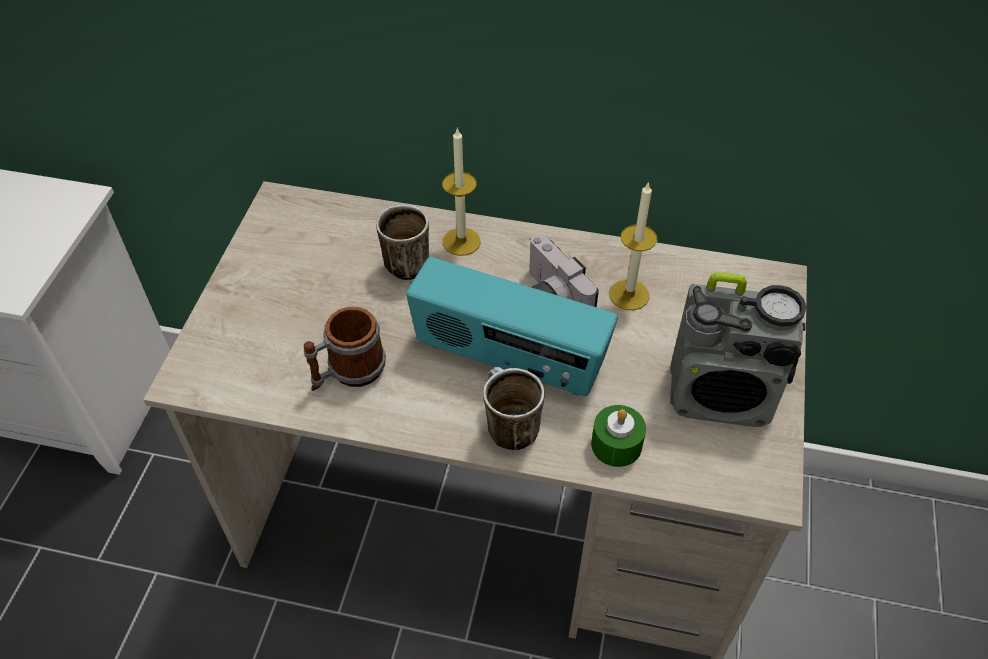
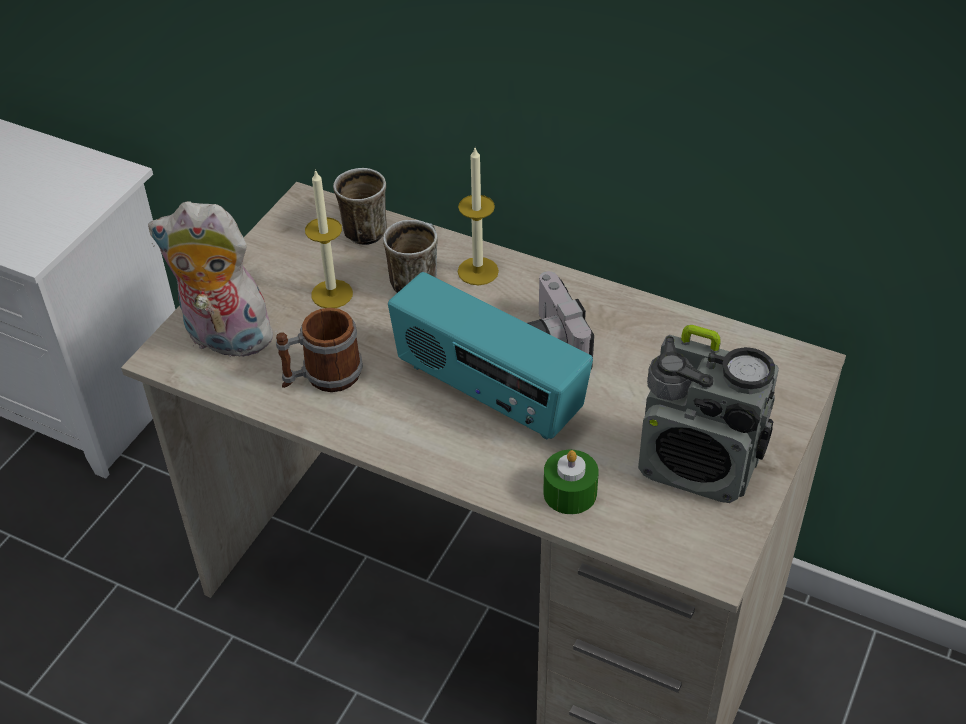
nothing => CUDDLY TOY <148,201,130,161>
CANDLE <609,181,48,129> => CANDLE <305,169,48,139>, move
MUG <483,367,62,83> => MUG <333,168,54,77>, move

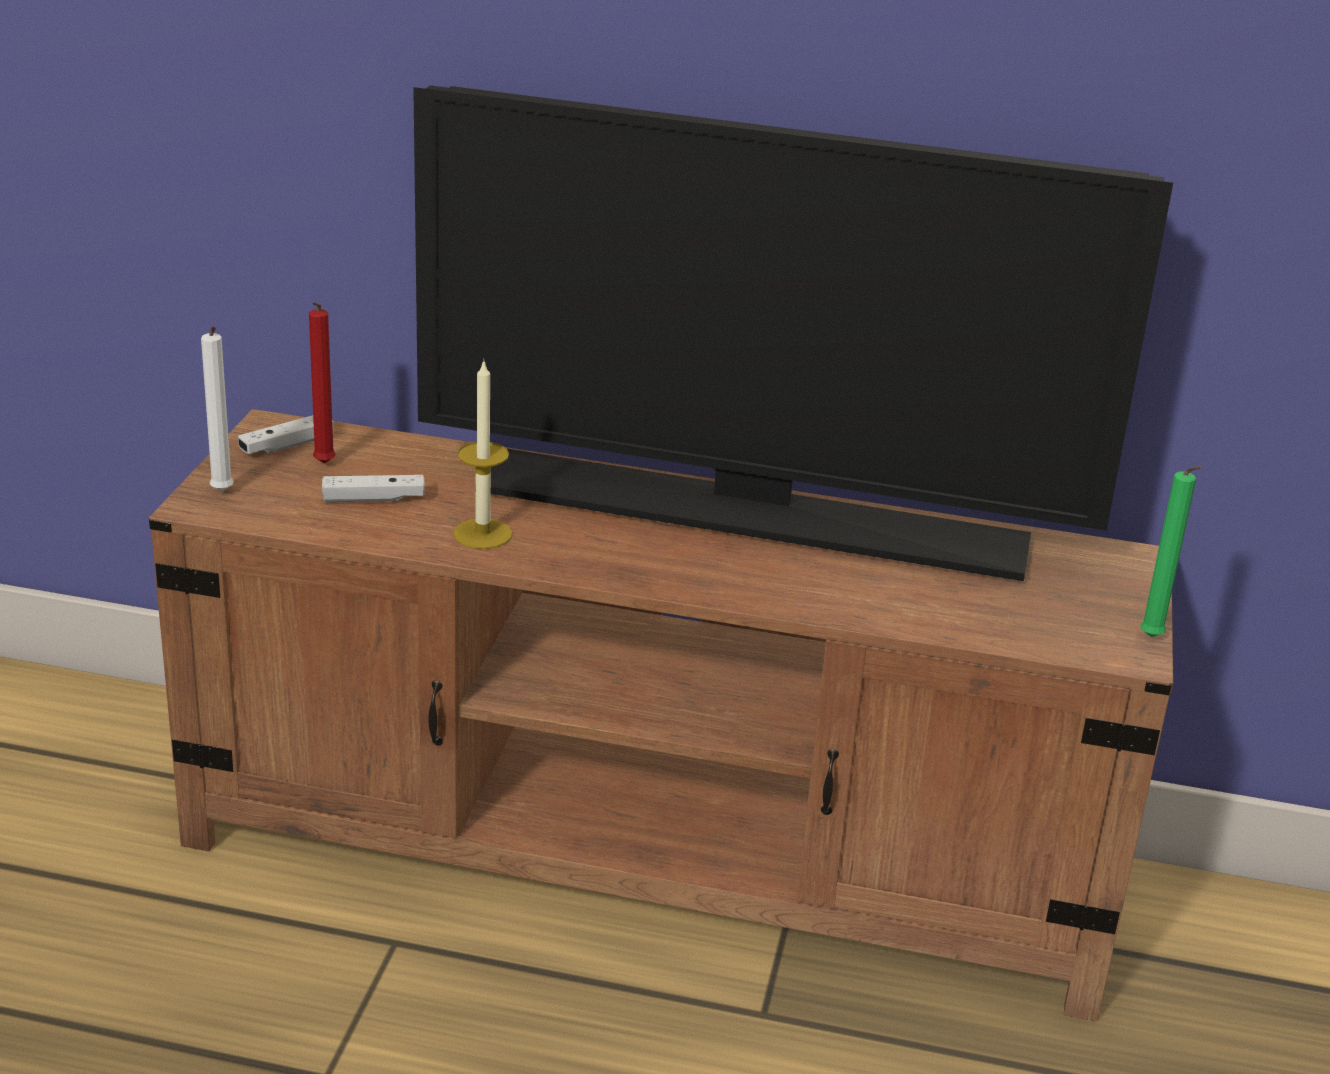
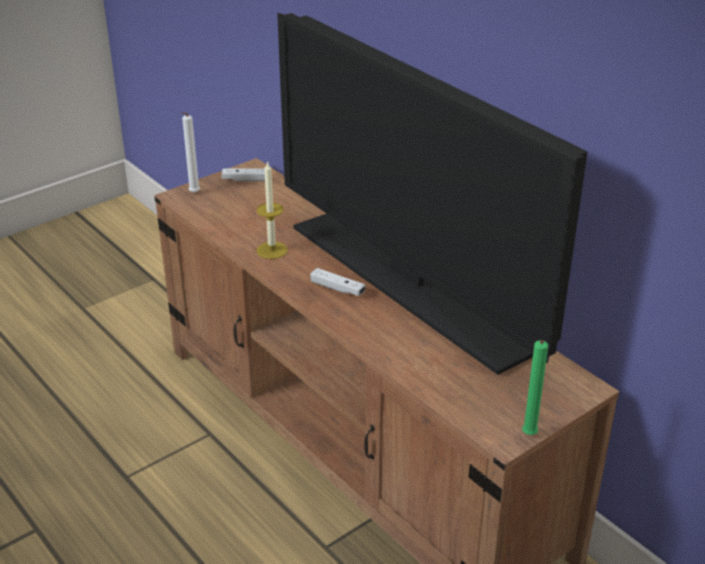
WHITE-COLOURED JOYPAD <322,475,103,27> => WHITE-COLOURED JOYPAD <310,268,55,28>, move
RED-COLOURED CANDLE <309,302,27,162> => nothing

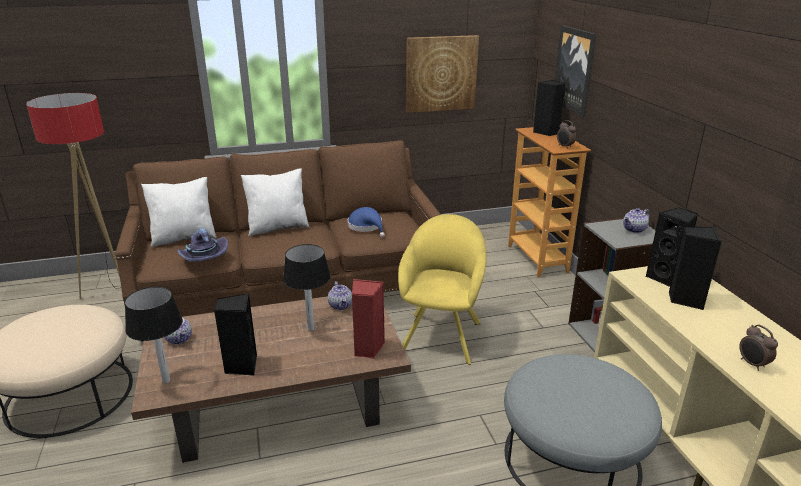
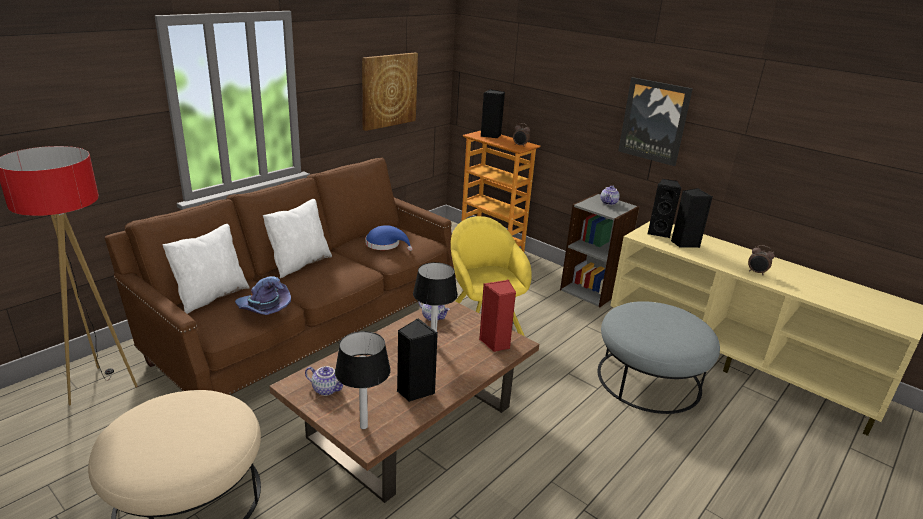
WALL PICTURE <555,25,42,92> => WALL PICTURE <618,77,75,89>, move

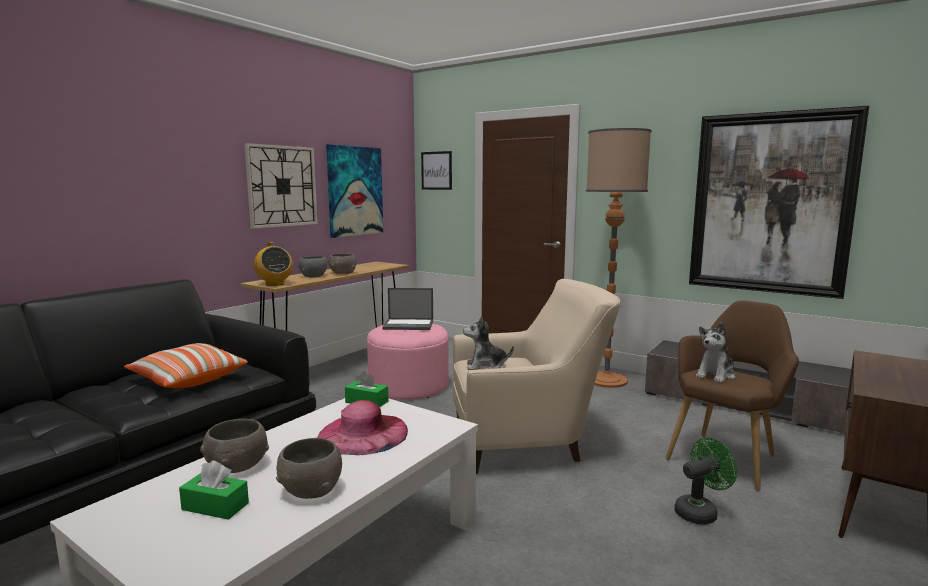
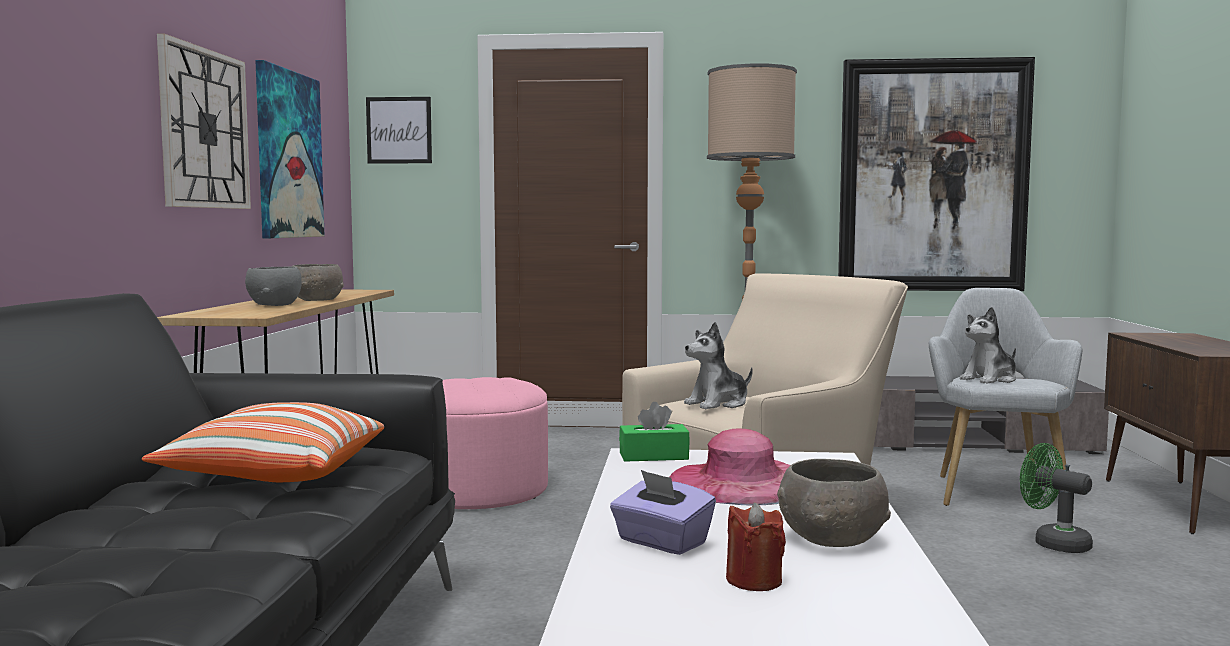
GREYISH BOWL <200,419,69,54> => PURPLISH TISSUE HOLDER <610,470,106,85>
GREEN-COLOURED TISSUE HOLDER <179,461,70,59> => RED-COLOURED CANDLE <726,502,60,89>
BROWN-COLOURED EASY CHAIR <666,300,133,191> => GREYISH EASY CHAIR <929,288,153,224>
CUDDLY TOY <696,323,39,60> => CUDDLY TOY <960,307,56,77>, 45 degrees clockwise
GREEN-COLOURED FAN <674,438,63,87> => GREEN-COLOURED FAN <1020,443,73,110>, 75 degrees counterclockwise
RADIO SET <254,242,39,44> => nothing
PORTABLE COMPUTER <383,288,50,42> => nothing

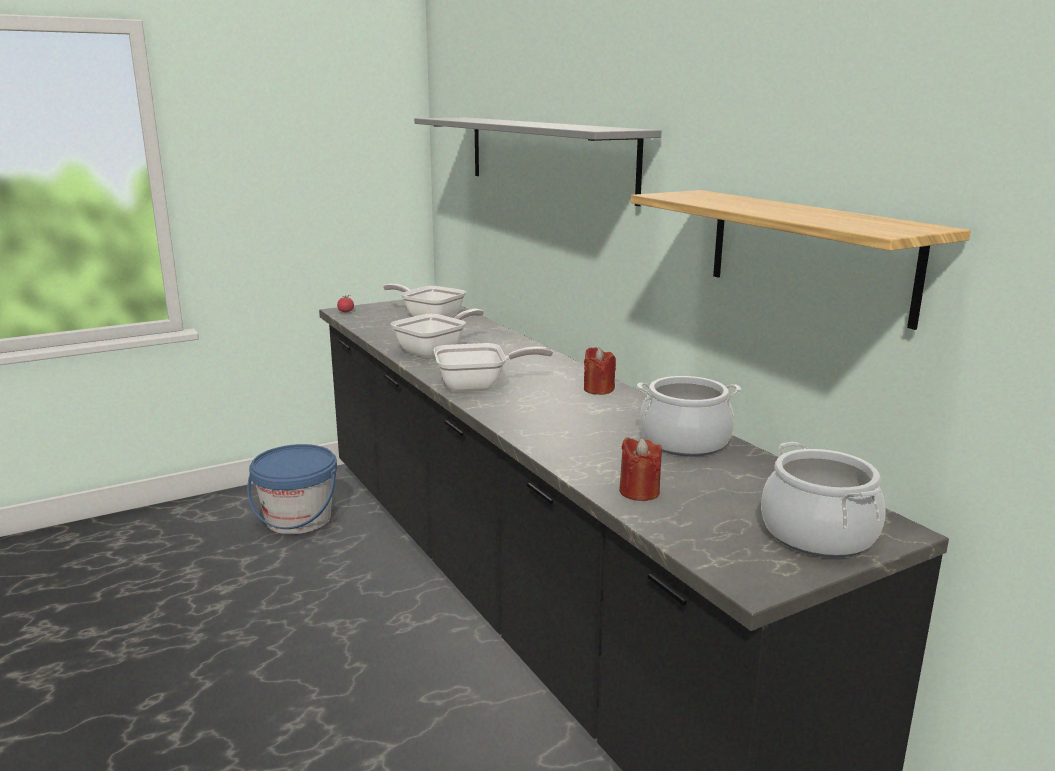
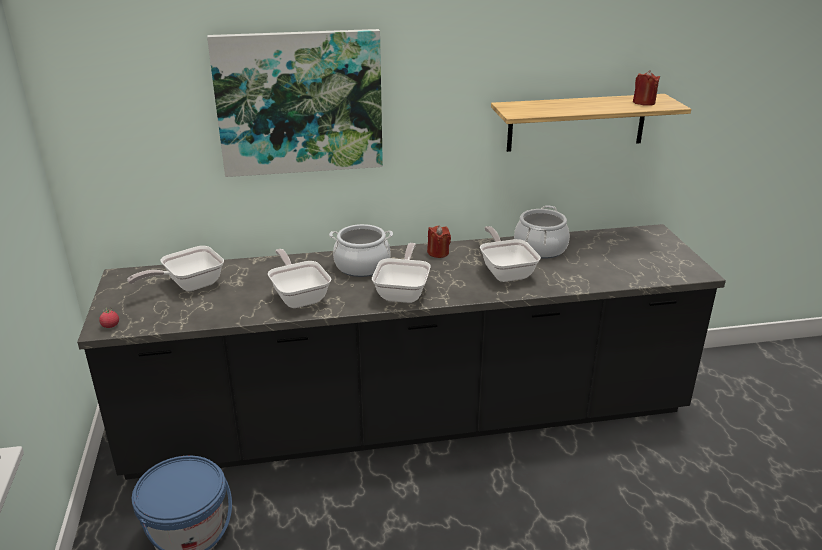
GREYISH SHELF <414,118,248,88> => WALL PICTURE <207,29,176,148>
COOKING POT <761,442,125,115> => COOKING POT <329,224,64,53>, move
nothing => SKILLET <480,226,61,56>
RED-COLOURED CANDLE <619,437,43,64> => RED-COLOURED CANDLE <633,70,27,36>, move

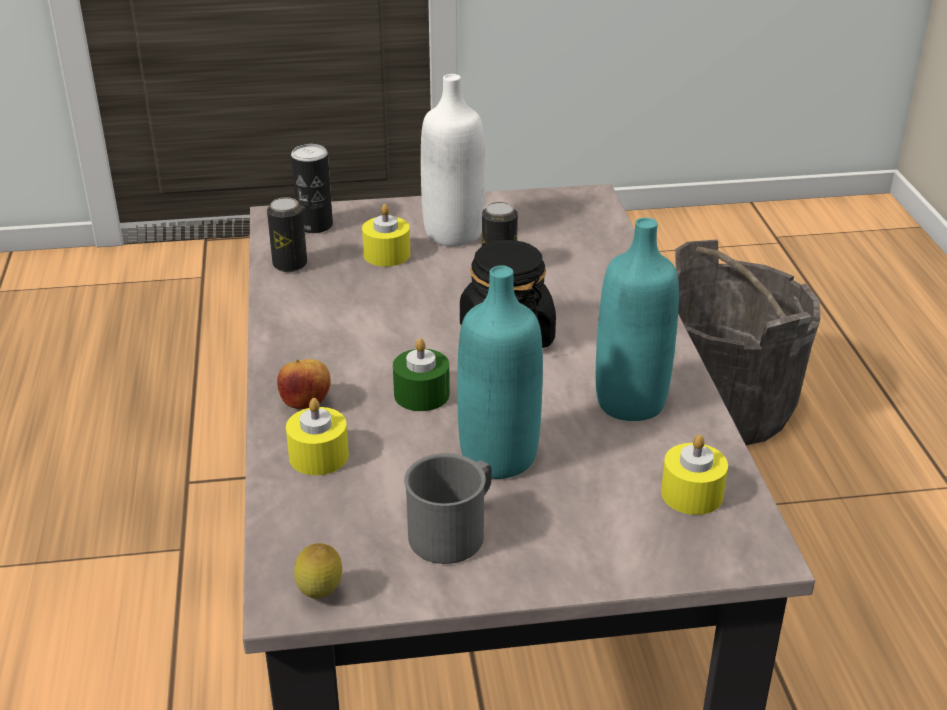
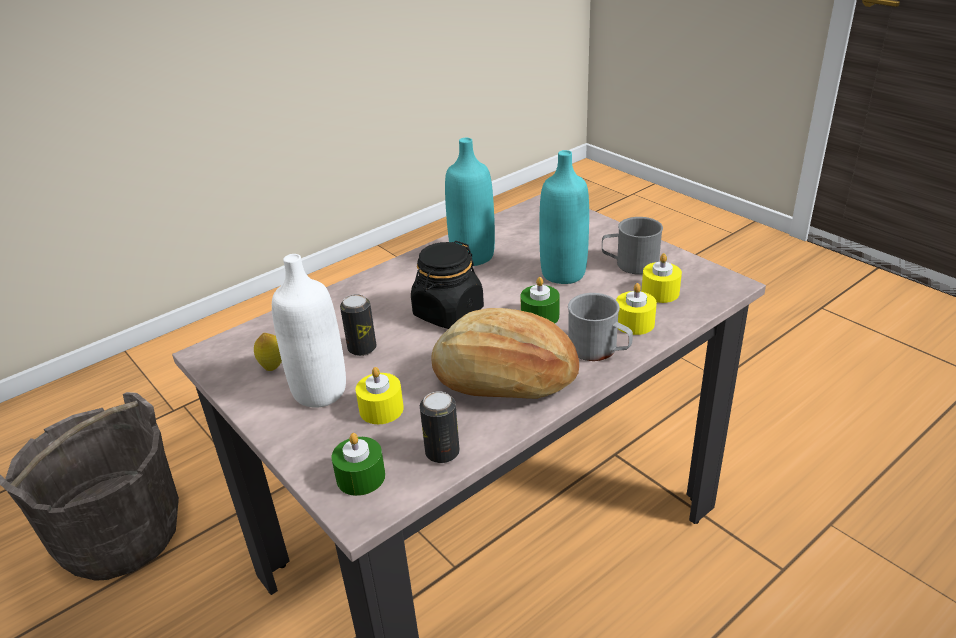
WHOLE LEMON <294,543,48,56> => WHOLE LEMON <254,333,28,38>, move
CAN <291,144,42,89> => GREEN-COLOURED CANDLE <332,433,53,63>
nothing => BREAD <431,308,148,91>
WHOLE APPLE <277,359,54,50> => GREYISH MUG <568,293,65,68>
YELLOW CANDLE <661,435,67,80> => YELLOW CANDLE <641,253,41,50>, move

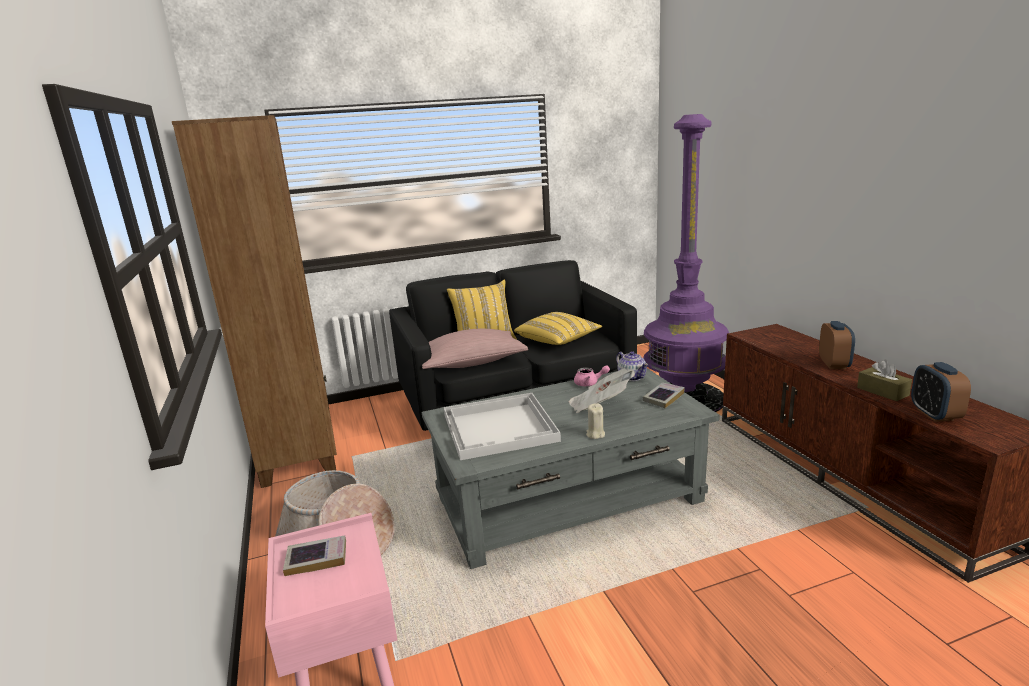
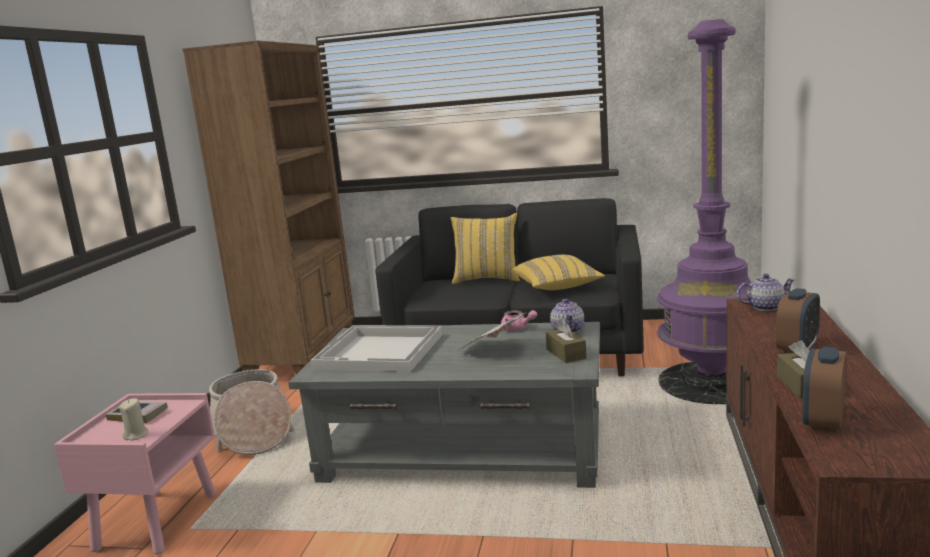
SAND-COLOURED CANDLE <586,403,19,36> => SAND-COLOURED CANDLE <119,398,29,43>, move
BOOK <643,383,42,25> => BROWN-COLOURED TISSUE HOLDER <545,319,42,44>
nothing => POT FOR TEA <737,274,58,37>
PINK PILLOW <422,328,106,41> => nothing

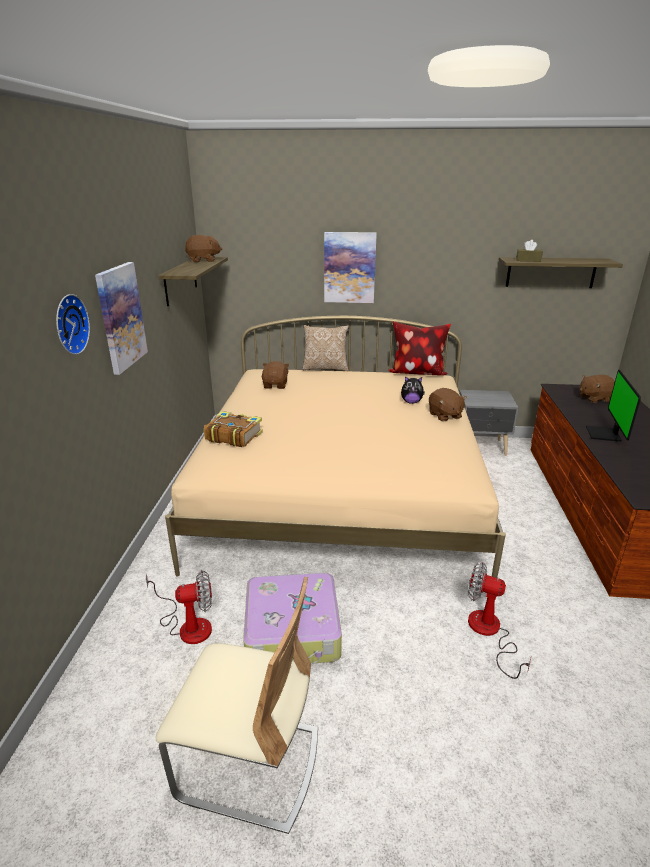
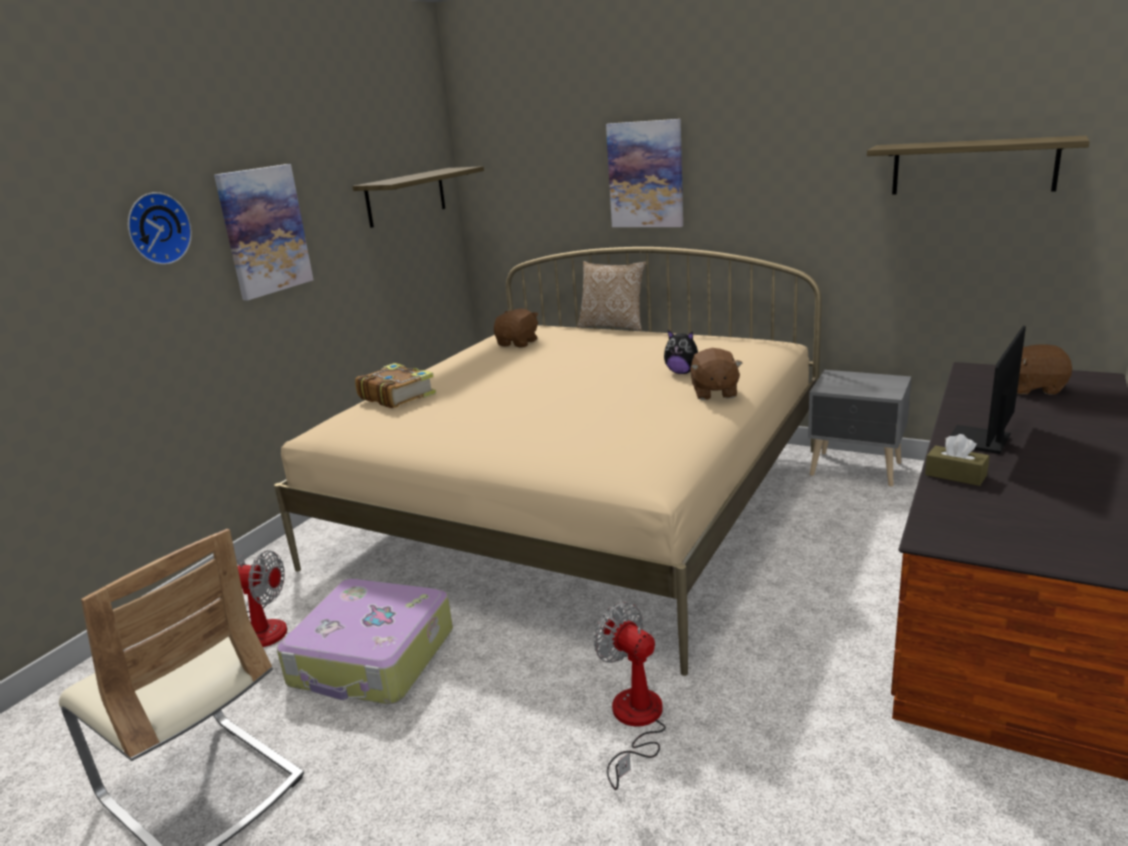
BROWN-COLOURED TISSUE HOLDER <516,240,27,22> => BROWN-COLOURED TISSUE HOLDER <925,434,64,52>, move
BROWN-COLOURED CUDDLY TOY <185,235,37,27> => nothing
PILLOW <389,321,62,55> => nothing

